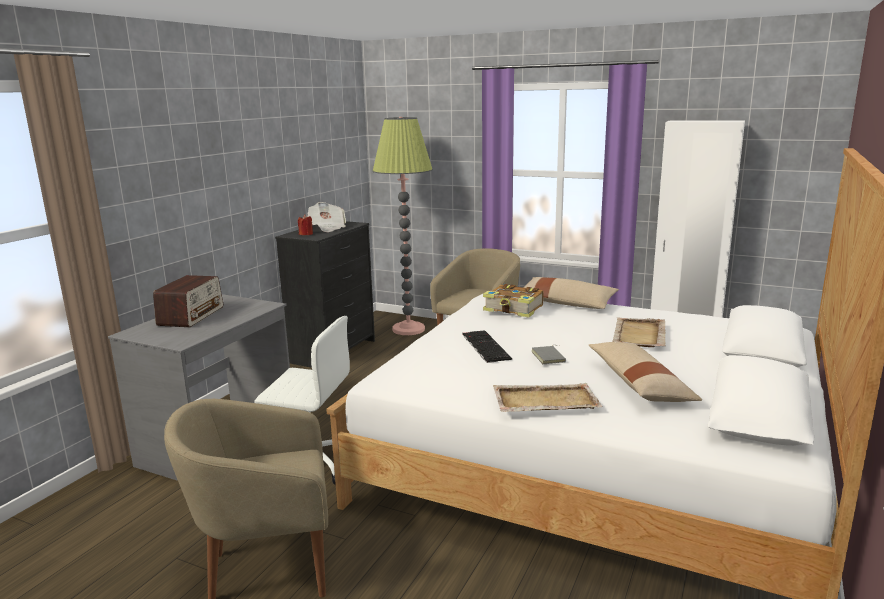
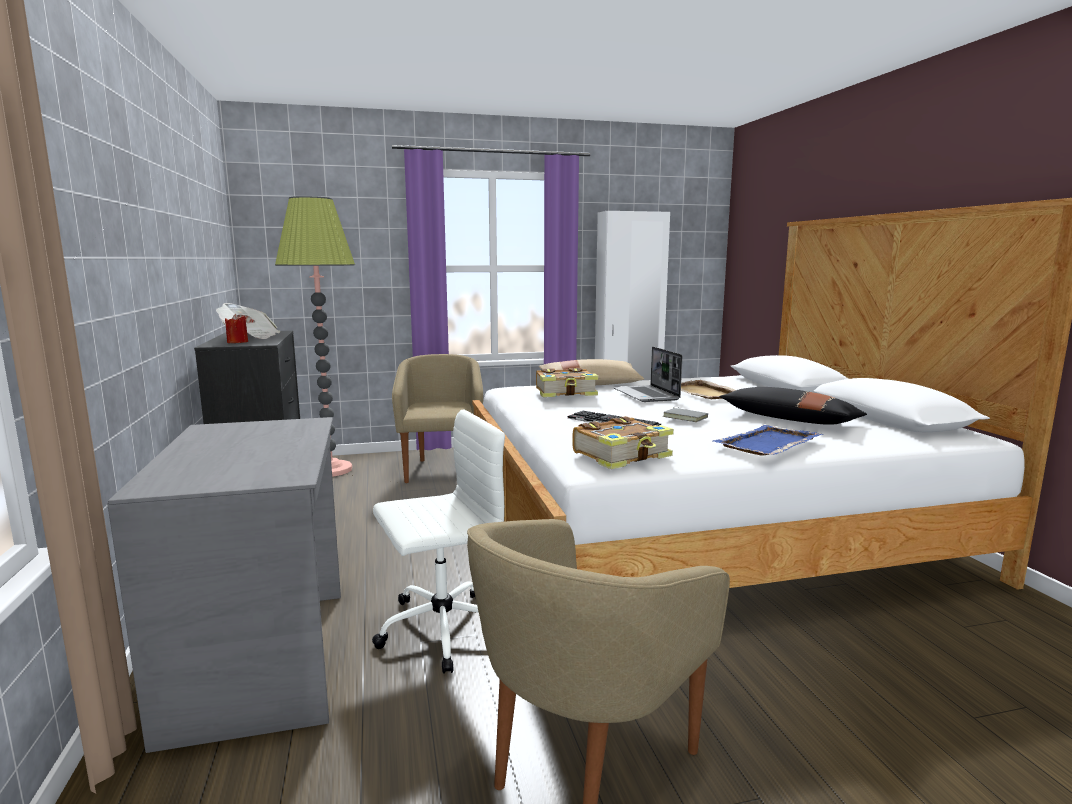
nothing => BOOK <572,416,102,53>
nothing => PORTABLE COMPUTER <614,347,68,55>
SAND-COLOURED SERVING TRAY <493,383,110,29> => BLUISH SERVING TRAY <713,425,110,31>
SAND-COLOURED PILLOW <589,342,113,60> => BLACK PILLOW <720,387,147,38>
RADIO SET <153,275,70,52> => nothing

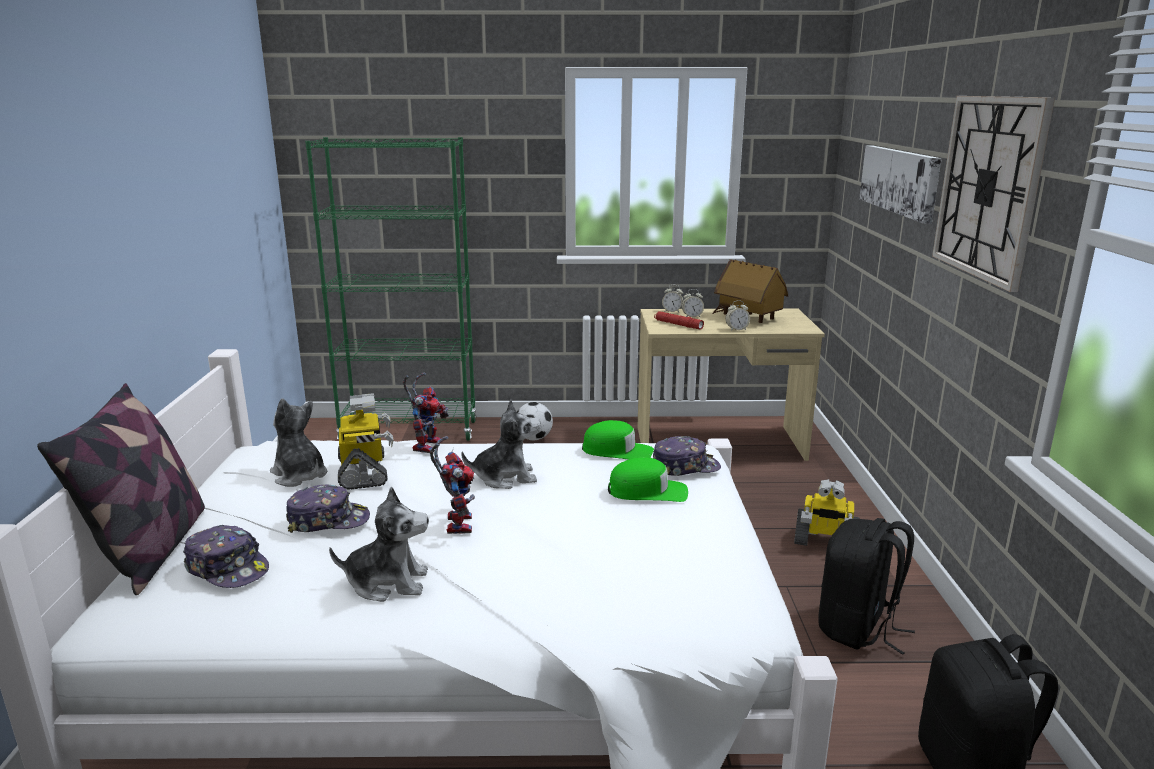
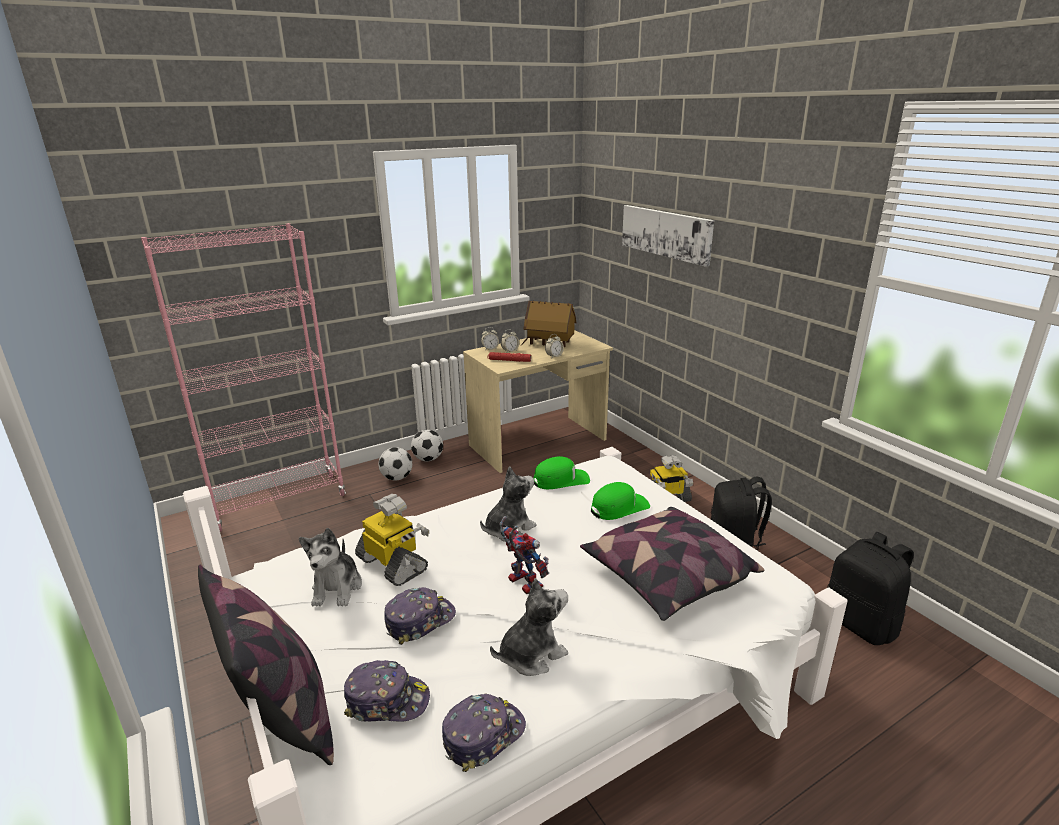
GREEN-COLOURED BOOKCASE <305,137,172,304> => PINK BOOKCASE <141,223,205,309>
CUDDLY TOY <270,398,57,89> => CUDDLY TOY <299,528,63,79>, 105 degrees counterclockwise
nothing => BALL FOR FOOTBALL <411,430,32,31>
PEAKED CAP <653,436,68,40> => PEAKED CAP <442,693,84,79>, move
nothing => PILLOW <580,507,185,114>
MODEL ROBOT <403,373,46,80> => nothing
CLOCK ON THE WALL <932,96,123,196> => nothing

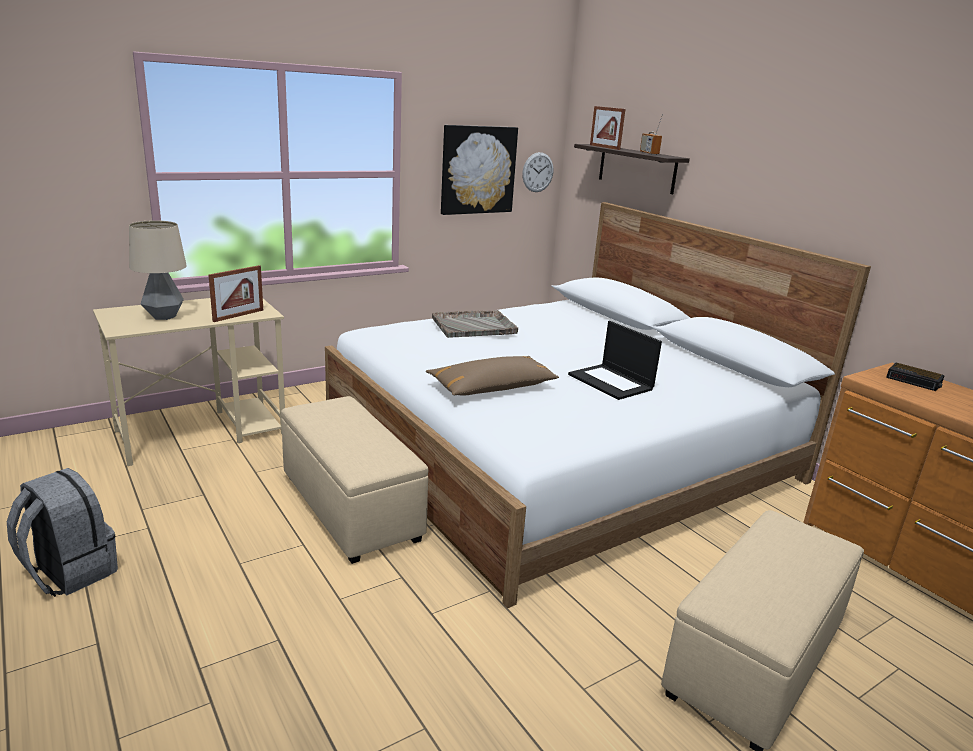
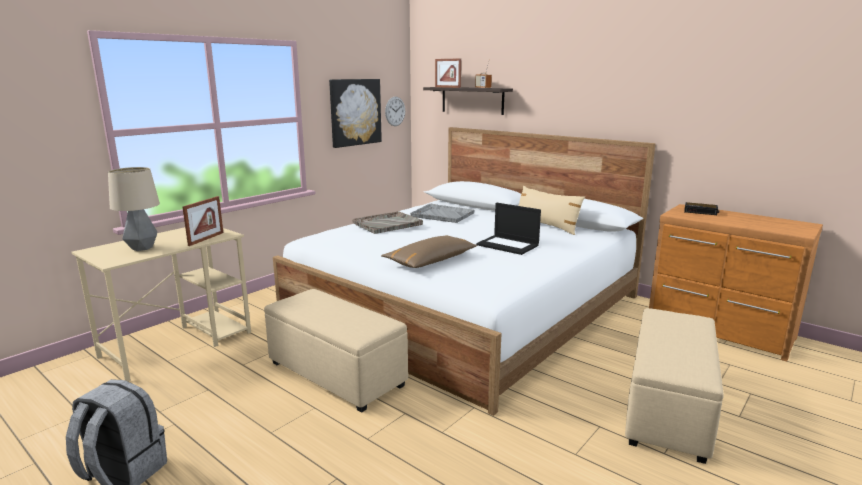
nothing => GREYISH SERVING TRAY <410,204,65,19>
nothing => SAND-COLOURED PILLOW <518,186,67,49>

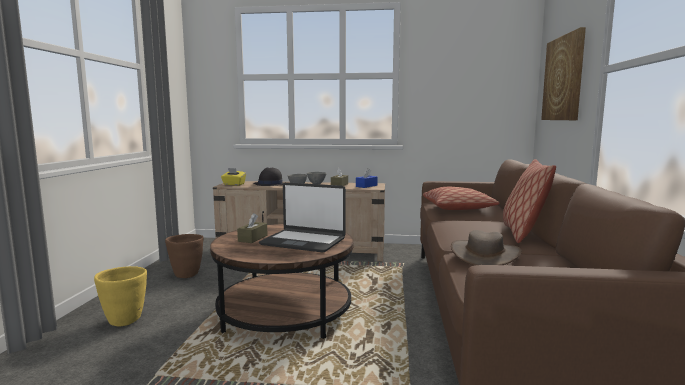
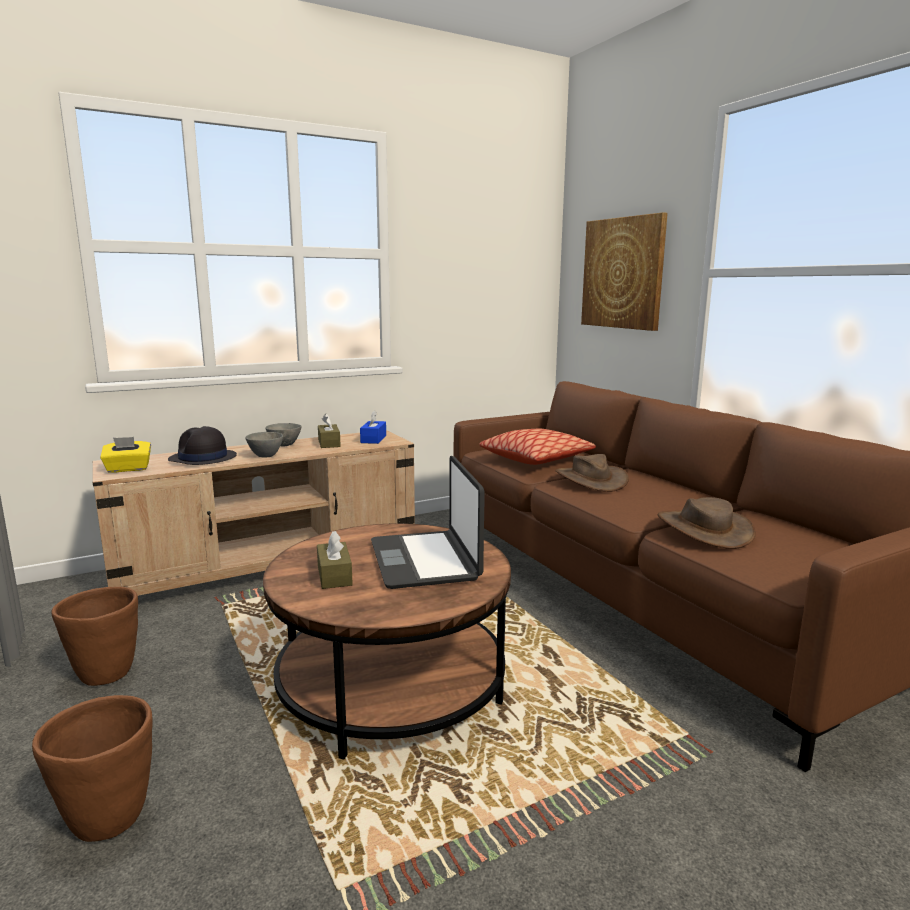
YELLOW FLOWER POT <94,266,53,60> => BROWN-COLOURED FLOWER POT <32,695,121,147>
PORTABLE COMPUTER <259,182,87,71> => PORTABLE COMPUTER <371,456,114,133>, 90 degrees clockwise
nothing => BROWN-COLOURED WEARABLE HAT <555,454,74,38>
PILLOW <503,159,53,84> => nothing

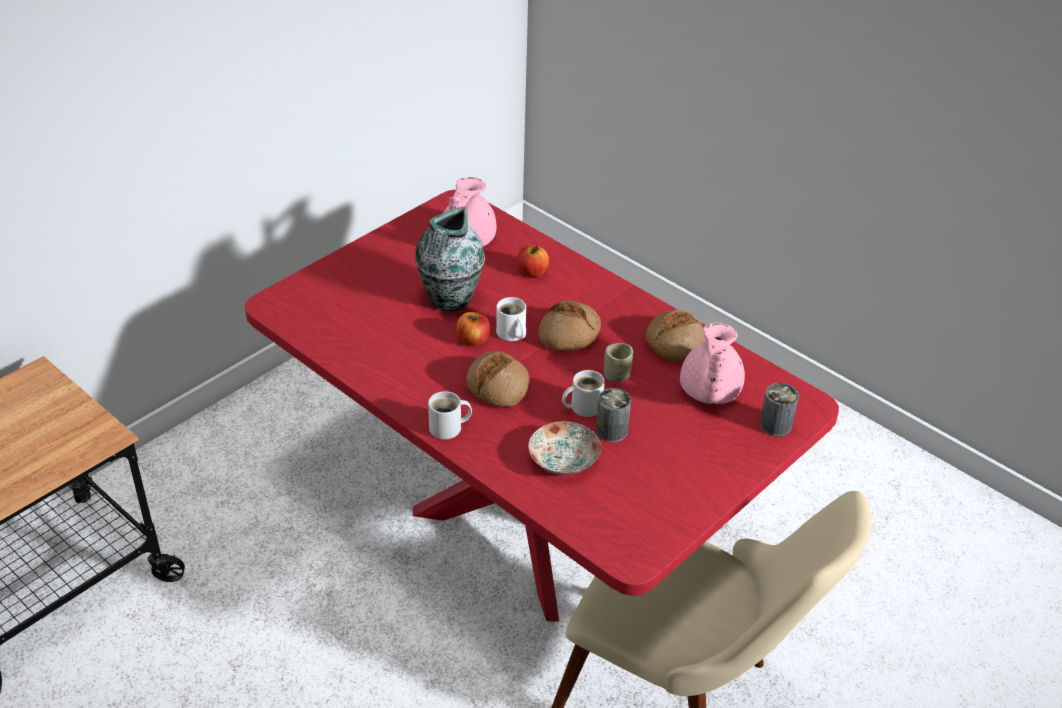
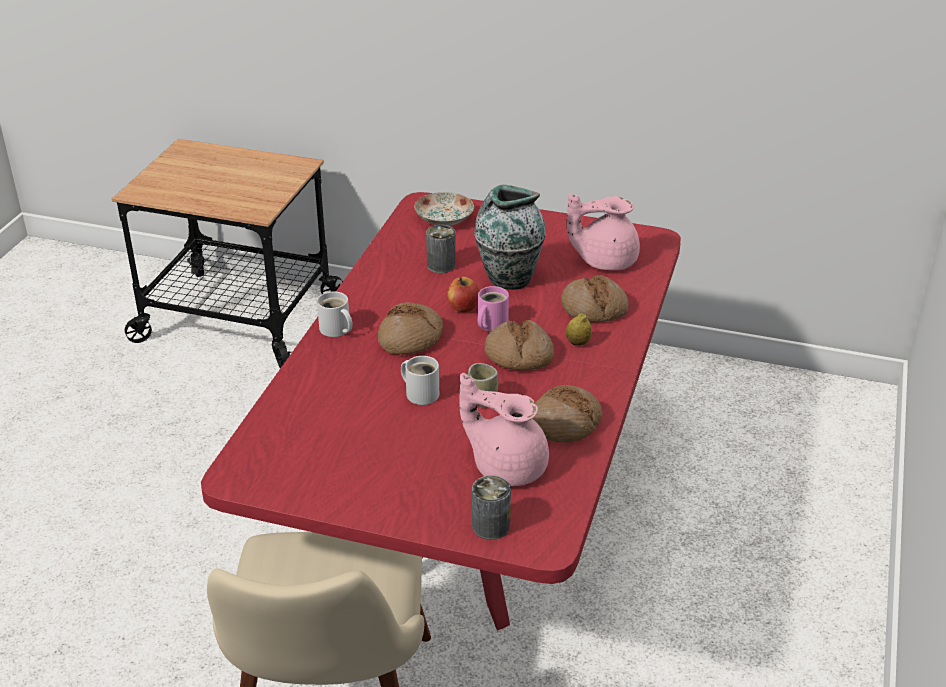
PLATE <528,421,73,54> => PLATE <415,192,59,34>, move
CAN <596,388,35,54> => CAN <426,225,30,48>, move
PINK POT FOR TEA <680,323,65,81> => PINK POT FOR TEA <459,373,90,113>, 45 degrees clockwise
WHITE-COLOURED MUG <496,297,30,44> => PINK MUG <478,286,31,45>
WHOLE APPLE <517,245,32,32> => BREAD <561,275,68,47>
nothing => WHOLE LEMON <566,314,26,32>

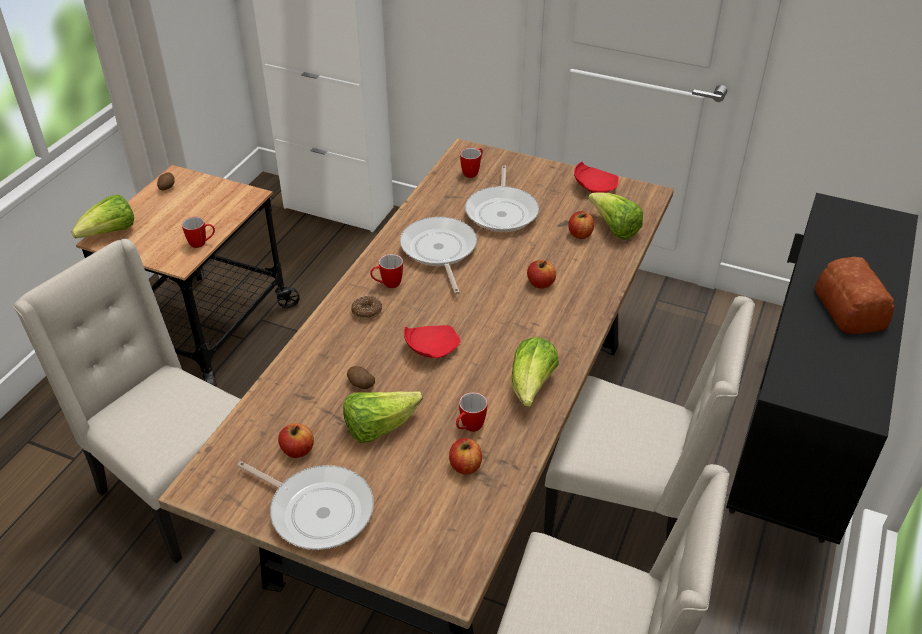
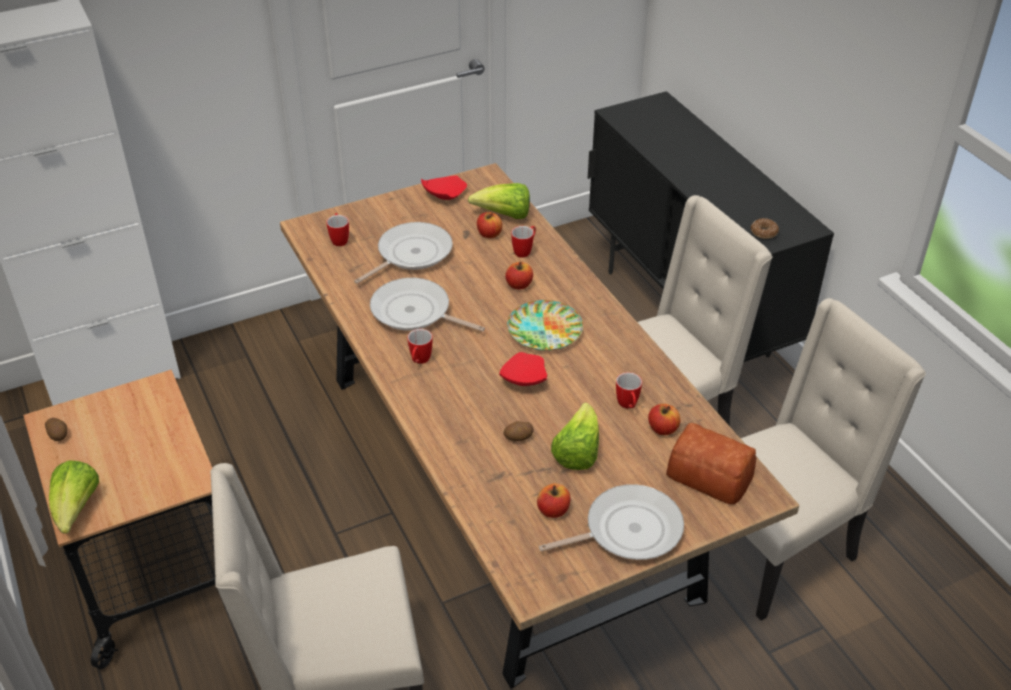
SKILLET <465,165,74,67> => SKILLET <354,222,99,62>, 90 degrees counterclockwise
nothing => PLATE <507,300,76,51>
MUG <182,217,33,31> => MUG <511,226,25,32>, move
BREAD <815,257,79,77> => BREAD <666,423,90,81>, move
RING DOUGHNUT <351,296,31,24> => RING DOUGHNUT <751,218,28,21>, move
HEAD OF LETTUCE <511,337,48,70> => nothing

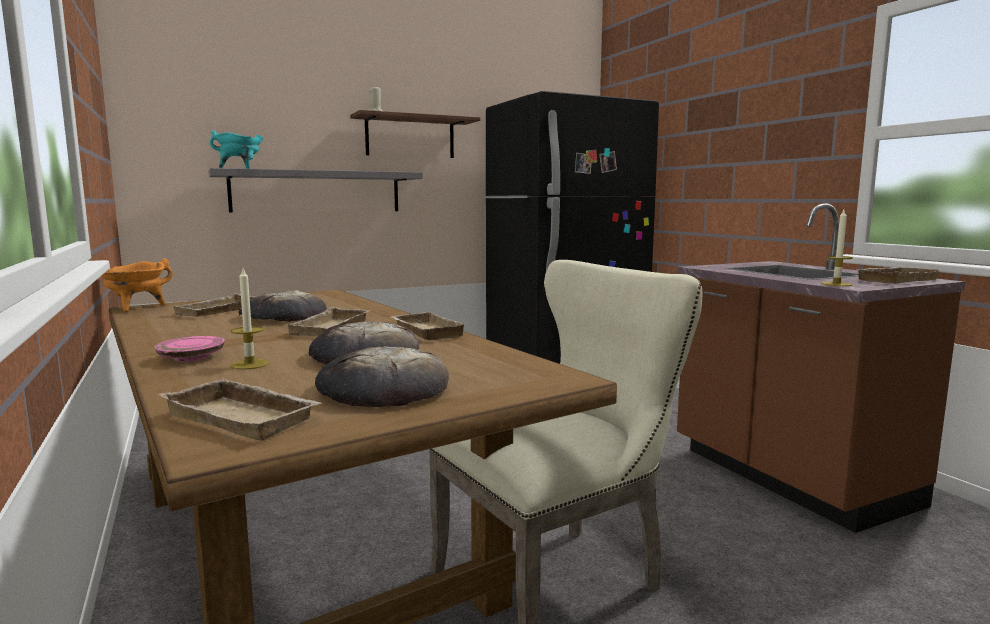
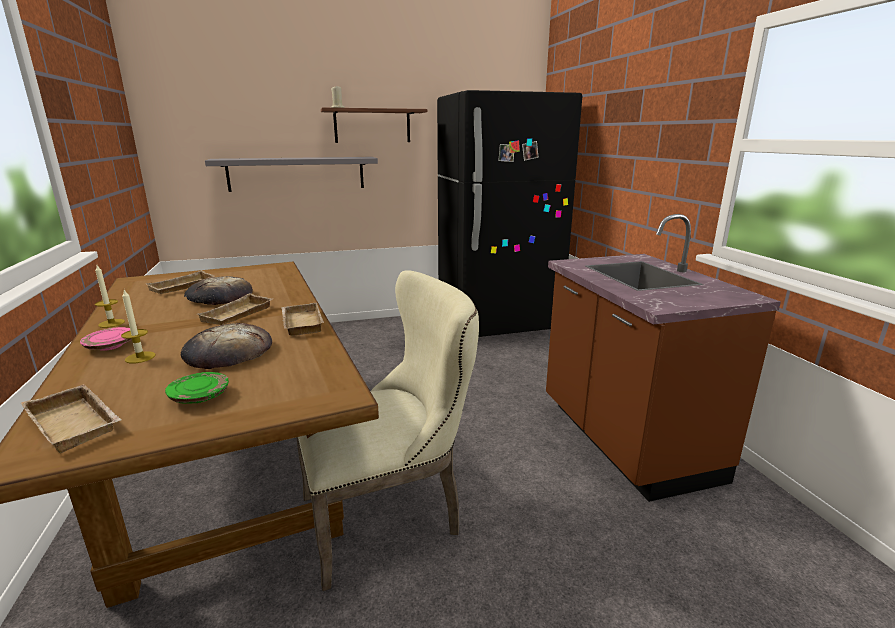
CANDLE <821,210,32,76> => CANDLE <95,265,30,63>, move
BREAD <315,346,134,61> => GREEN-COLOURED PLATE <165,372,64,32>
ORANGE COOKING POT <101,258,72,54> => nothing
BLUE-GREEN COOKING POT <210,131,54,38> => nothing
SAND-COLOURED SERVING TRAY <856,267,85,17> => nothing

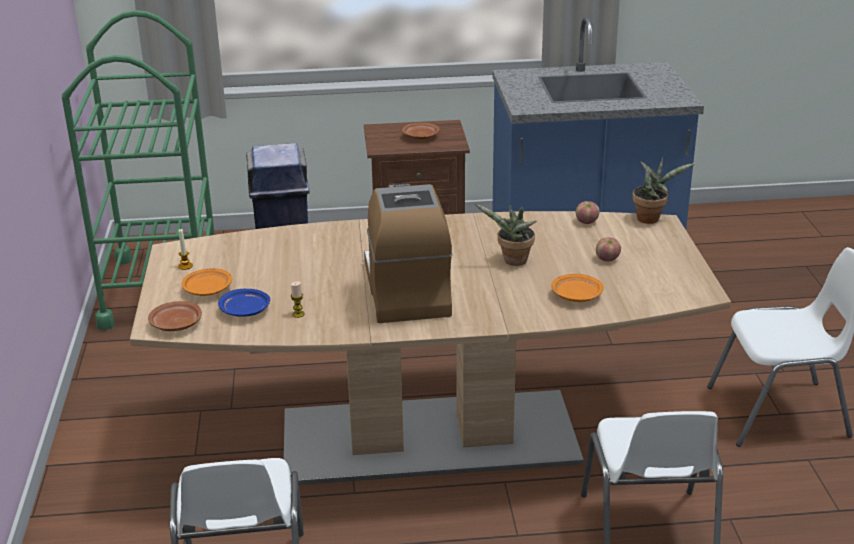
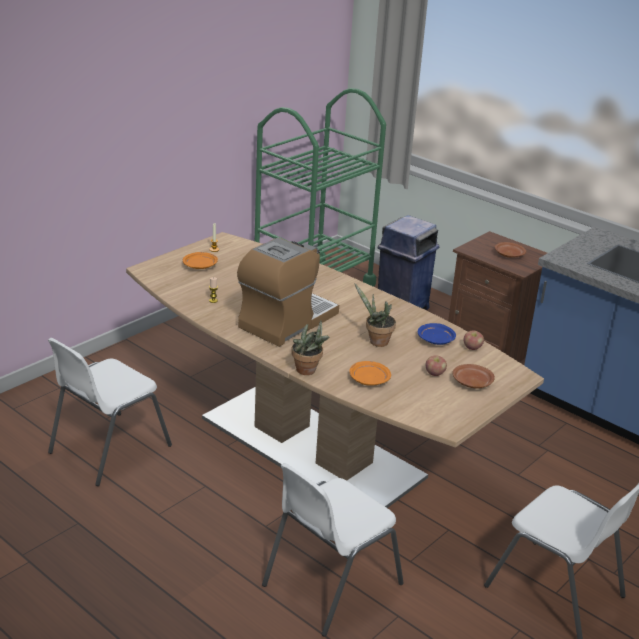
PLANT IN A POT <632,157,63,67> => PLANT IN A POT <291,320,38,55>, move
BLUISH PLATE <218,289,52,28> => BLUISH PLATE <418,323,38,22>, move
BROWN-COLOURED PLATE <148,301,54,30> => BROWN-COLOURED PLATE <452,364,43,25>, move

